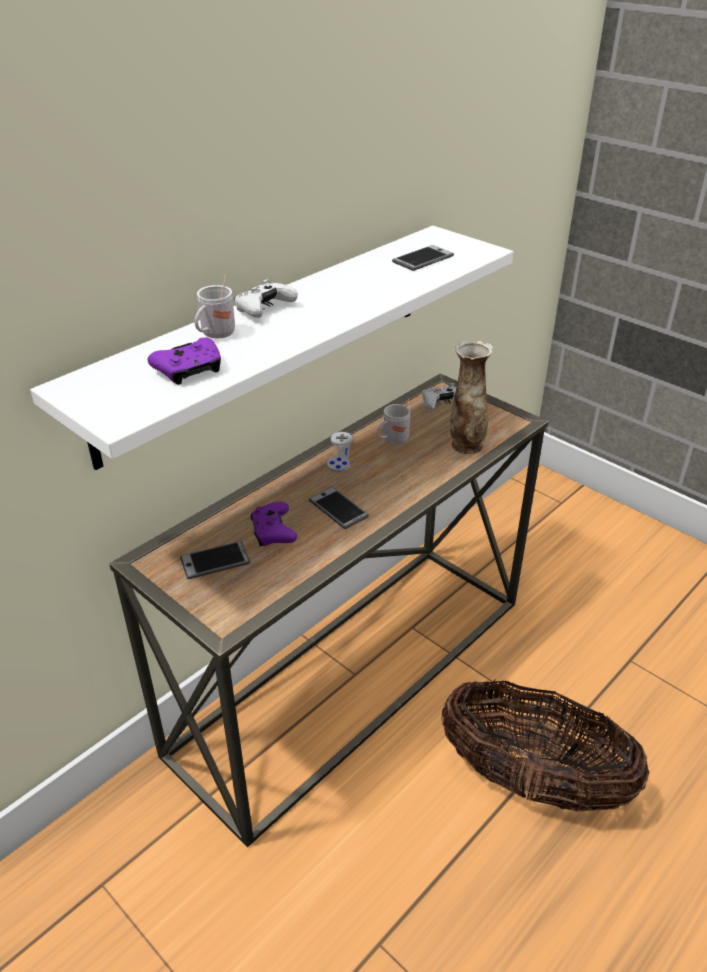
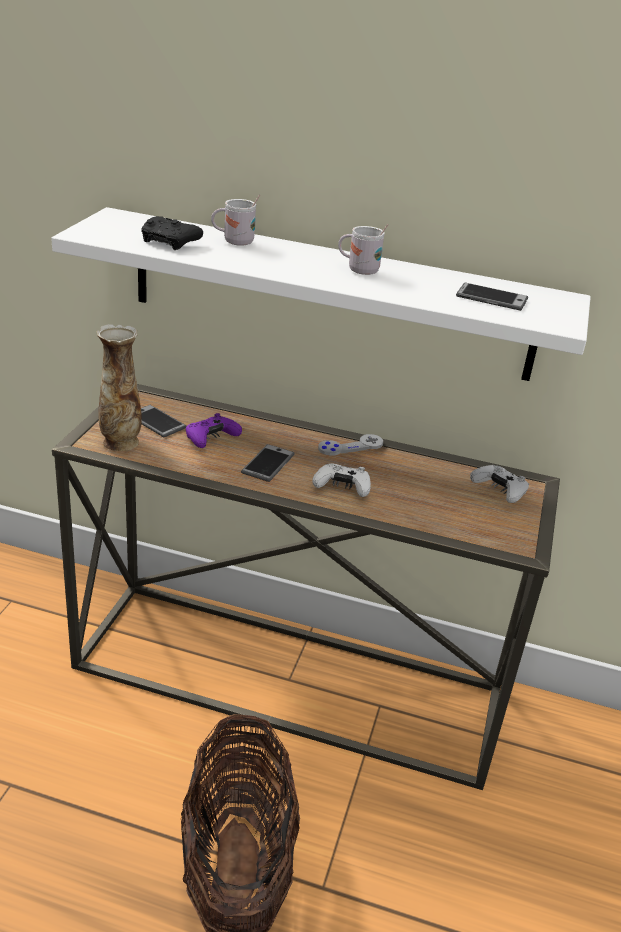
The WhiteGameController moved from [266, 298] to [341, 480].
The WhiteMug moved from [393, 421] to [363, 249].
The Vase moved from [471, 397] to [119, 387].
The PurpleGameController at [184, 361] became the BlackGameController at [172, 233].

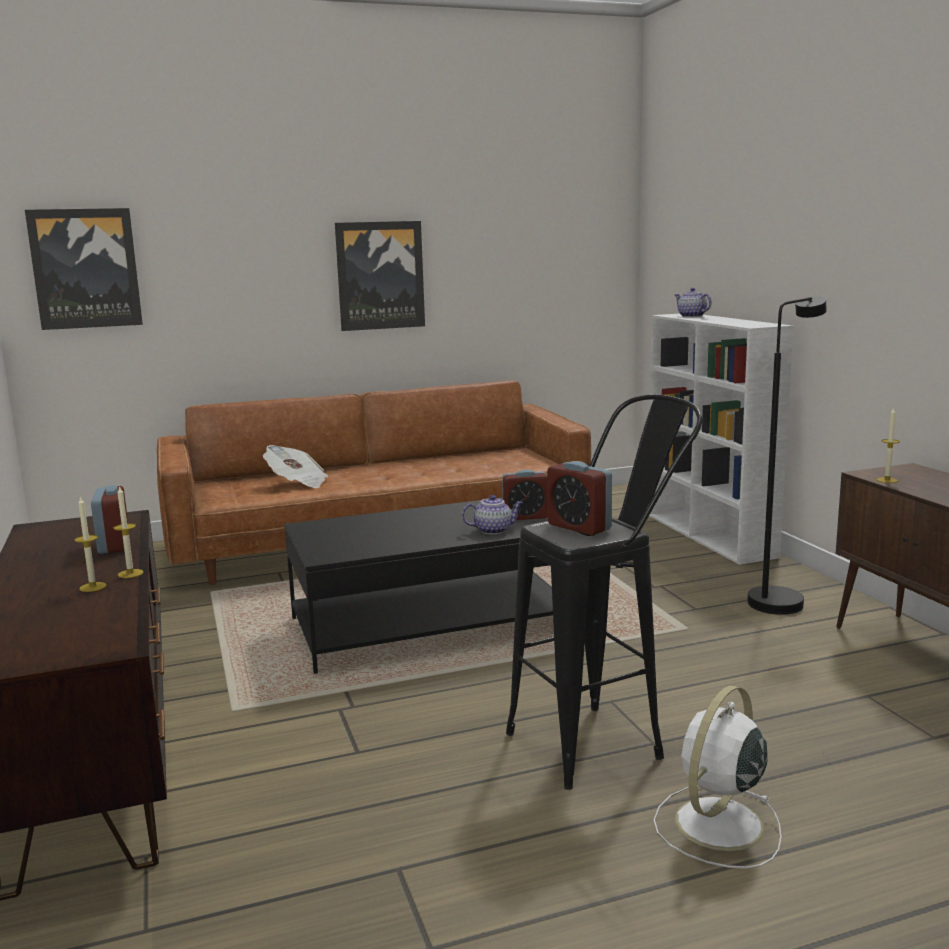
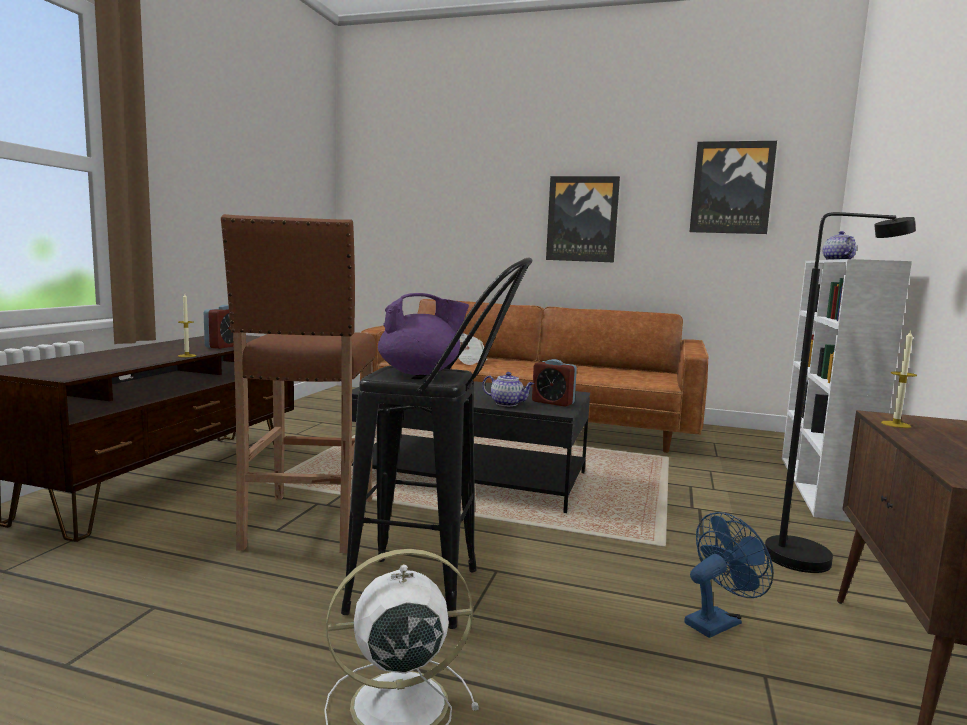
The Candle at [90, 544] disappeared.
The BrownStool at [298, 383] appeared.
The BlueFan at [729, 575] appeared.
The Picture moved from [84, 269] to [733, 187].
The AlarmClock at [579, 498] was replaced by the PurpleTeapot at [423, 334].

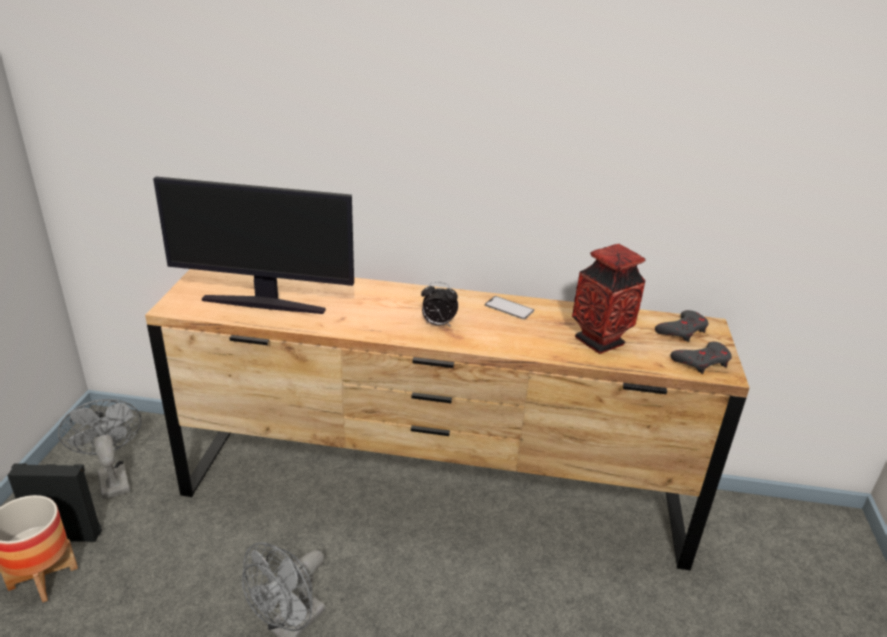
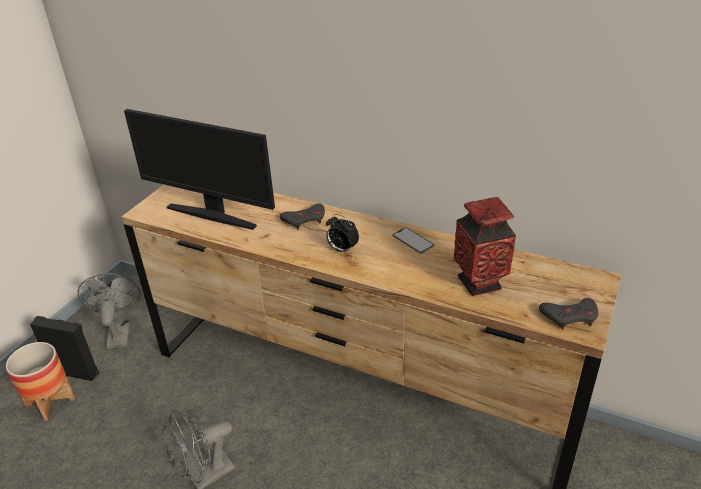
The GreyGameController moved from [682, 326] to [302, 216].

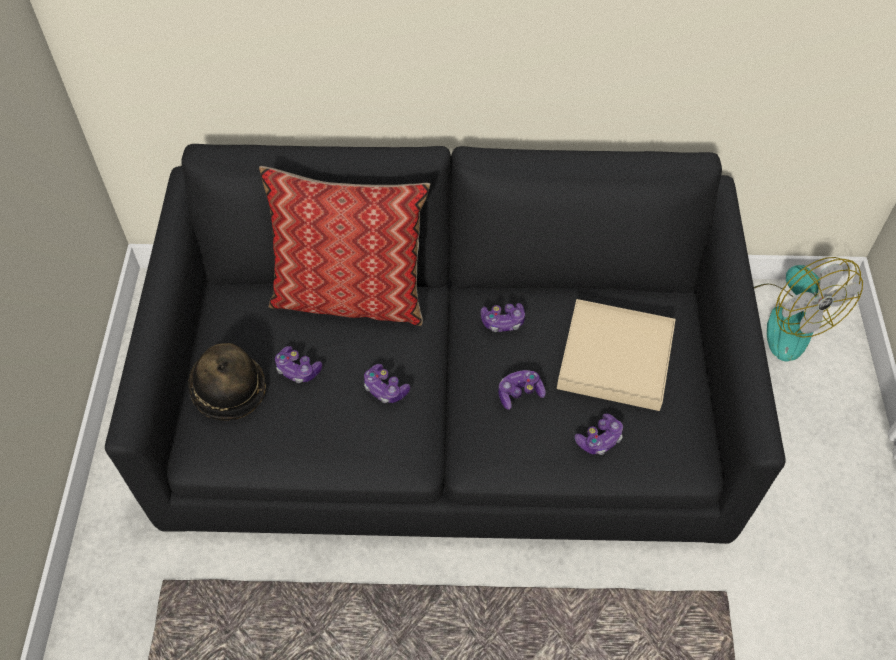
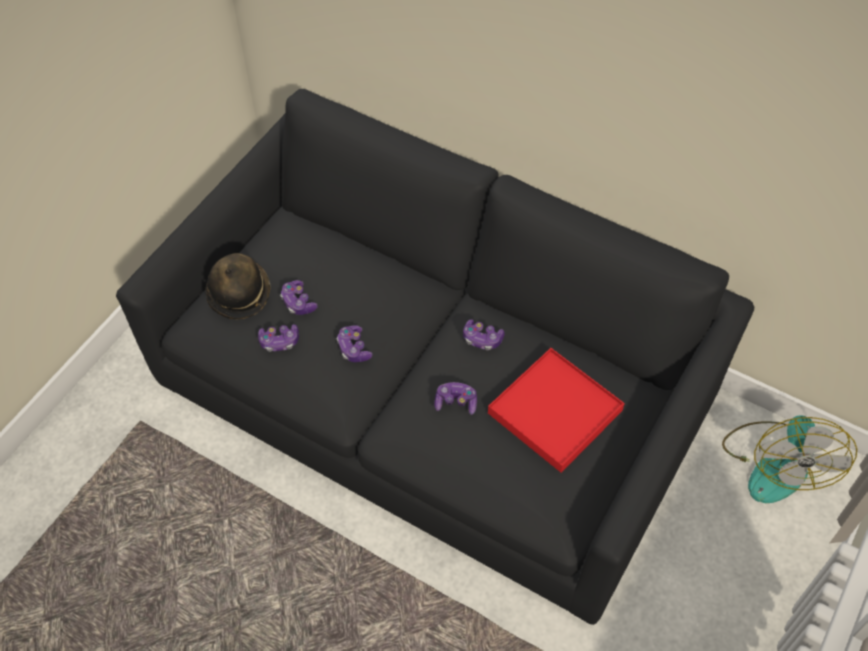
The Pillow at [344, 246] disappeared.
The GameController moved from [599, 434] to [278, 338].
The BeigeTray at [616, 355] became the RedTray at [556, 410].

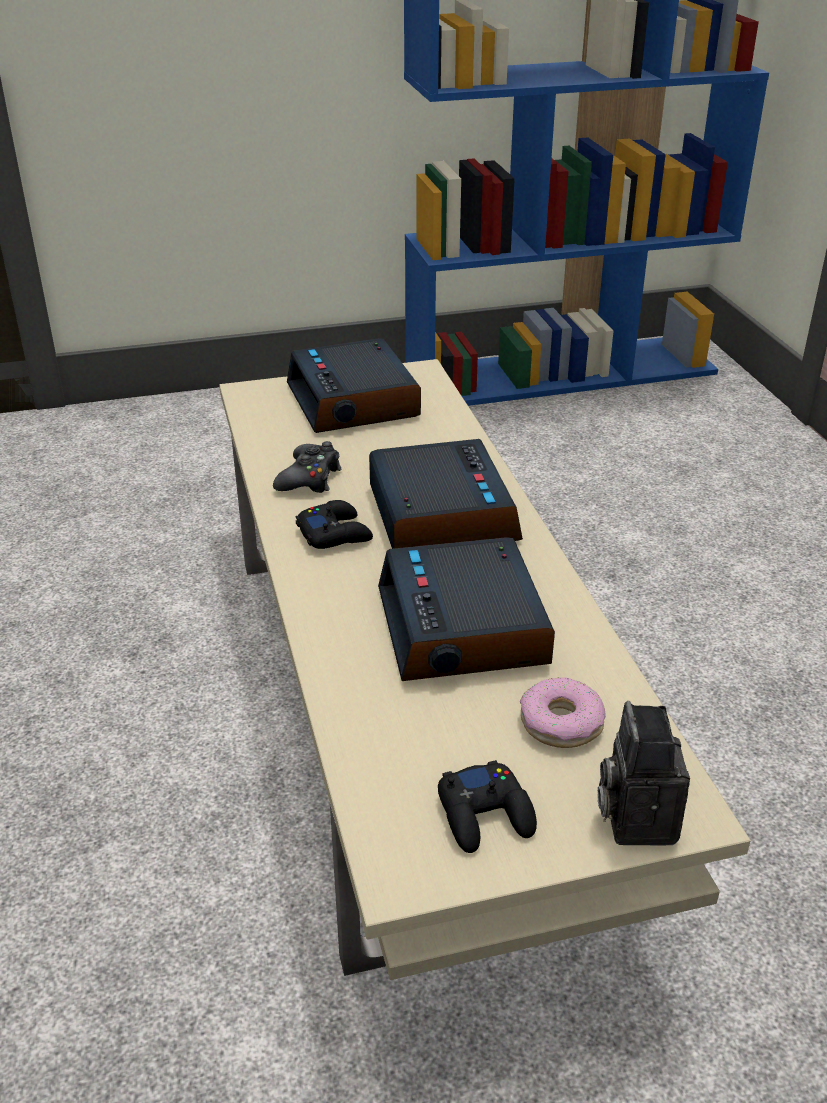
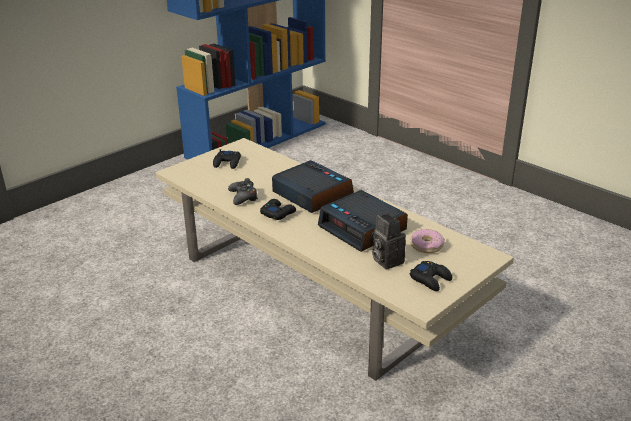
The PhotoCamera moved from [643, 773] to [389, 242].
The AlarmClock at [354, 385] was replaced by the BlackGameController at [227, 159].

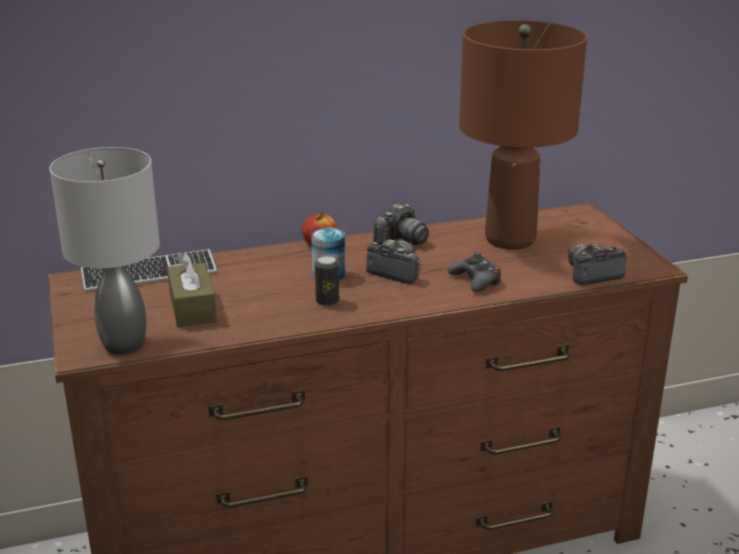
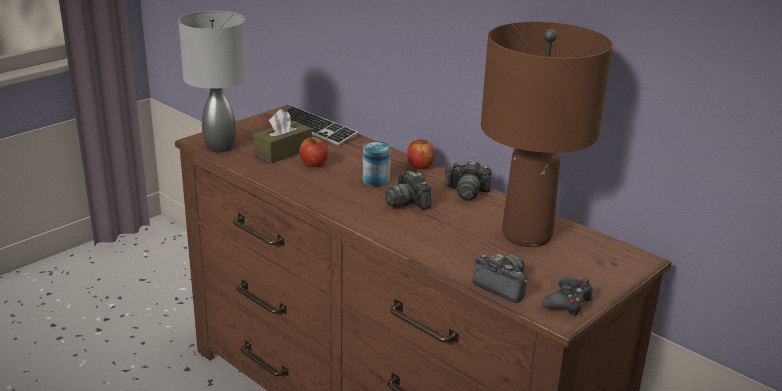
The Can at [327, 281] disappeared.
The Apple at [314, 152] appeared.
The BlackGameController moved from [474, 272] to [567, 296].
The PhotoCamera at [393, 261] turned 150 degrees clockwise.

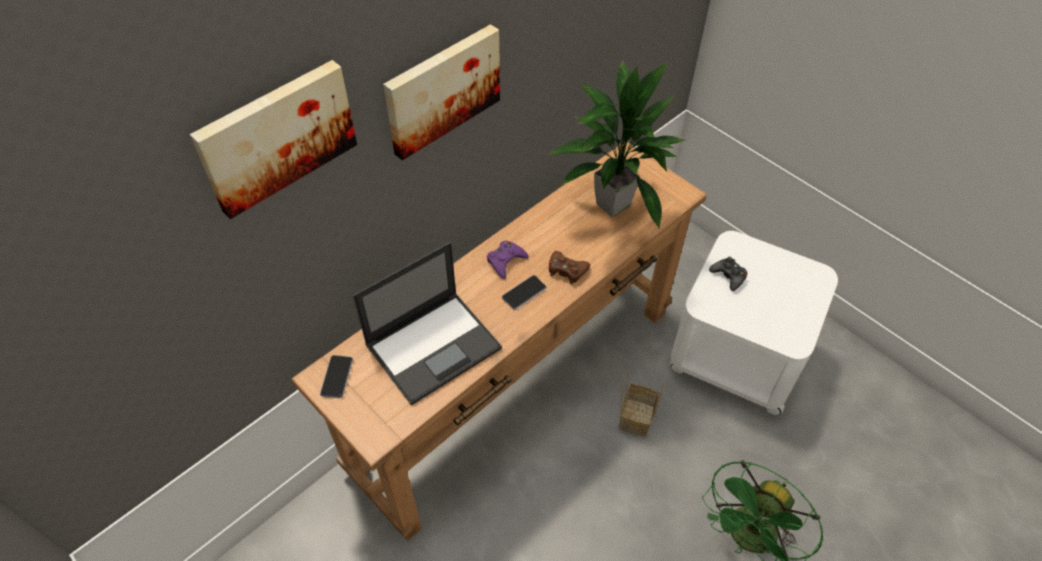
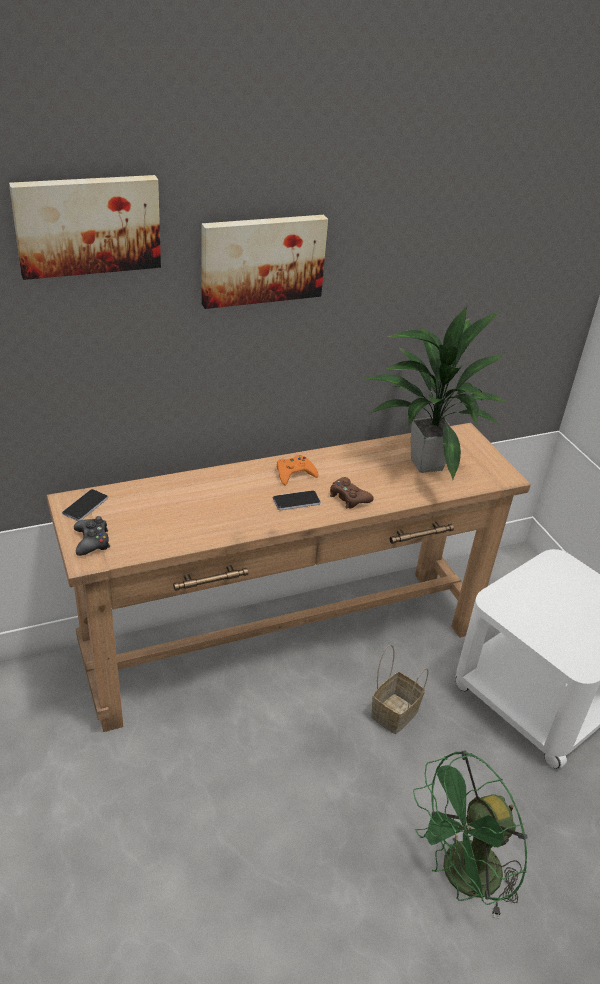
The Laptop at [427, 323] disappeared.
The BlackGameController moved from [728, 274] to [92, 536].
The PurpleGameController at [508, 260] became the OrangeGameController at [298, 470].

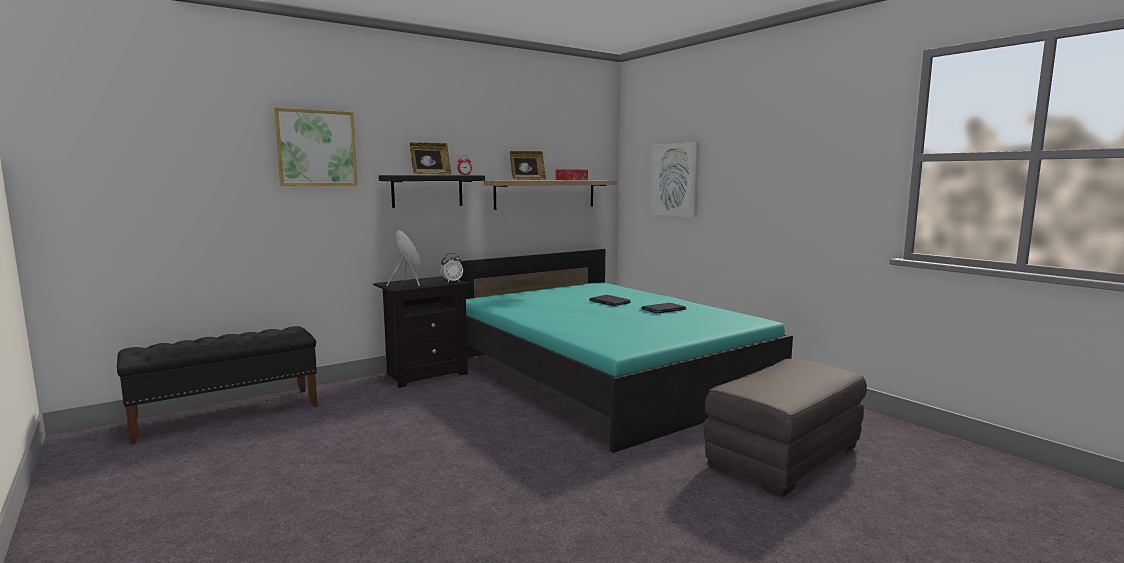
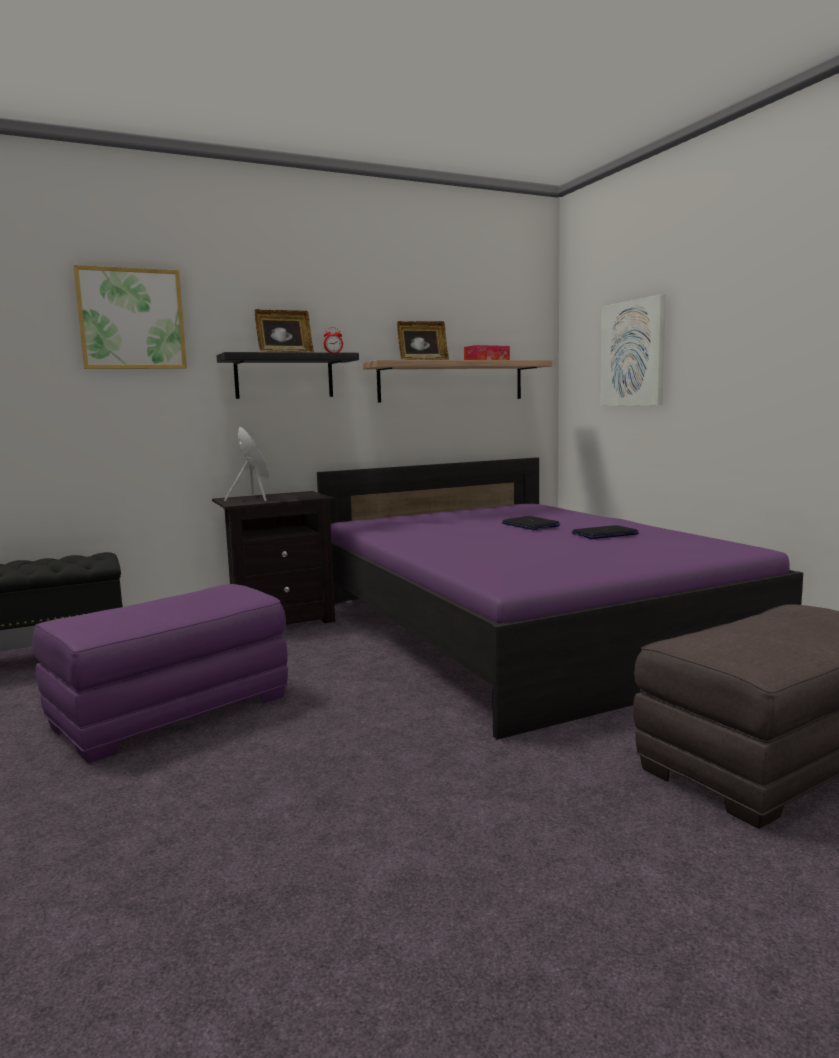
The AlarmClock at [452, 267] disappeared.
The PurpleOttoman at [160, 673] appeared.
The TurquoiseBed at [626, 351] became the PurpleBed at [560, 598].

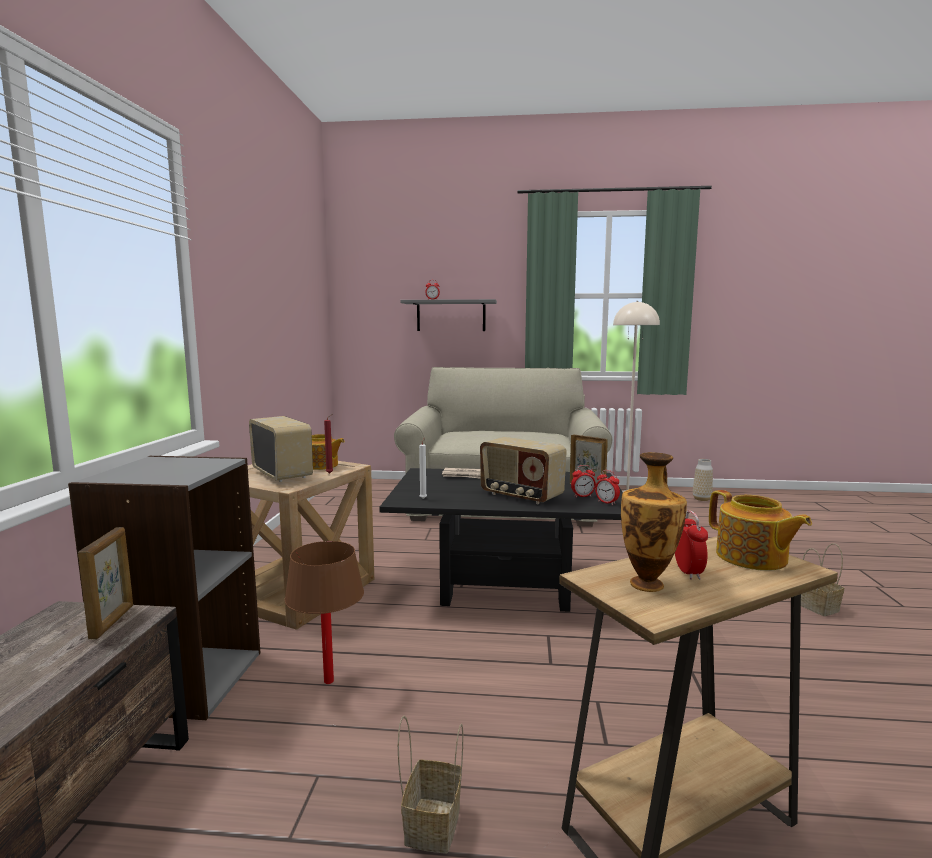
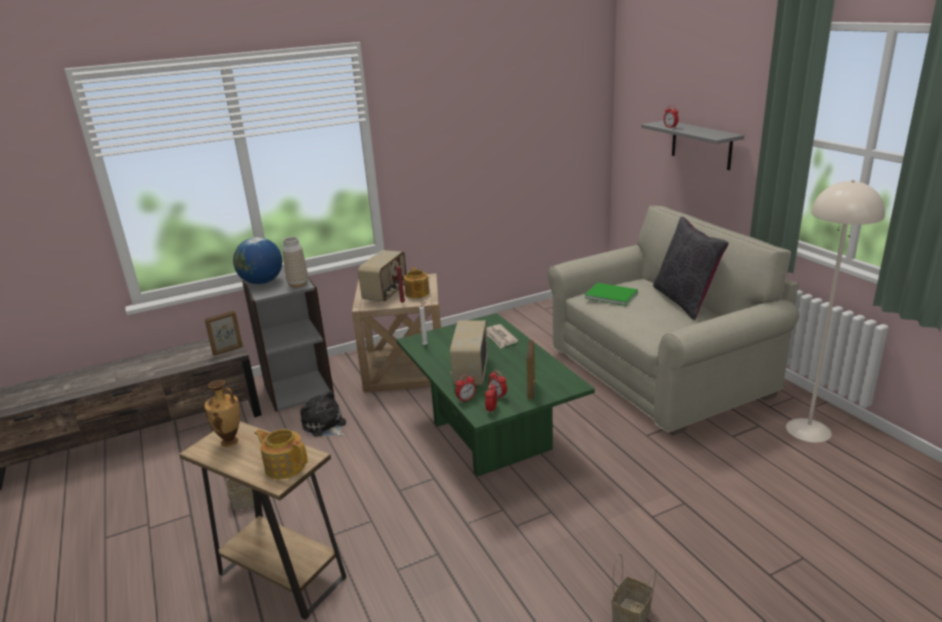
The Globe at [257, 260] appeared.
The GreenBook at [611, 294] appeared.
The BlackPillow at [691, 268] appeared.
The AlarmClock moved from [691, 545] to [465, 388].
The Vase moved from [703, 480] to [295, 262].
The BrownTableLamp at [324, 612] was replaced by the PlushToy at [323, 413].
The BlackCoffeeTable at [501, 540] became the GreenCoffeeTable at [495, 395].
The Teapot at [760, 530] turned 90 degrees clockwise.

